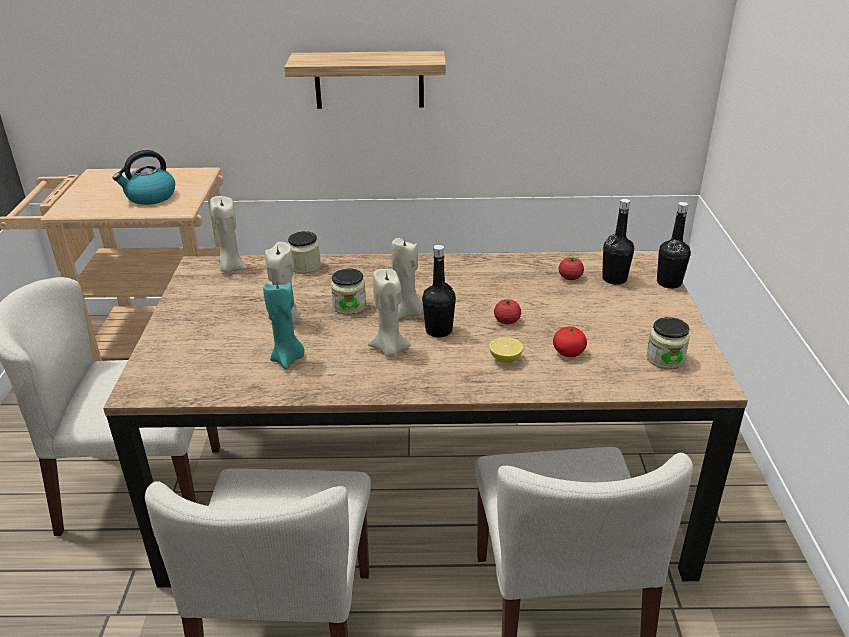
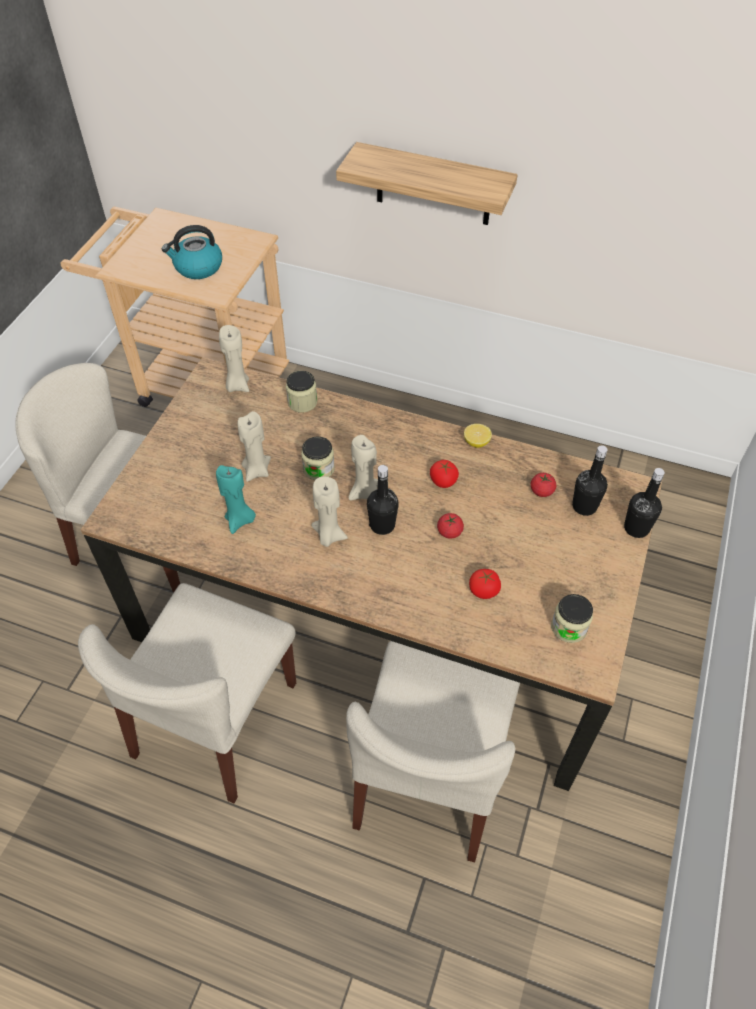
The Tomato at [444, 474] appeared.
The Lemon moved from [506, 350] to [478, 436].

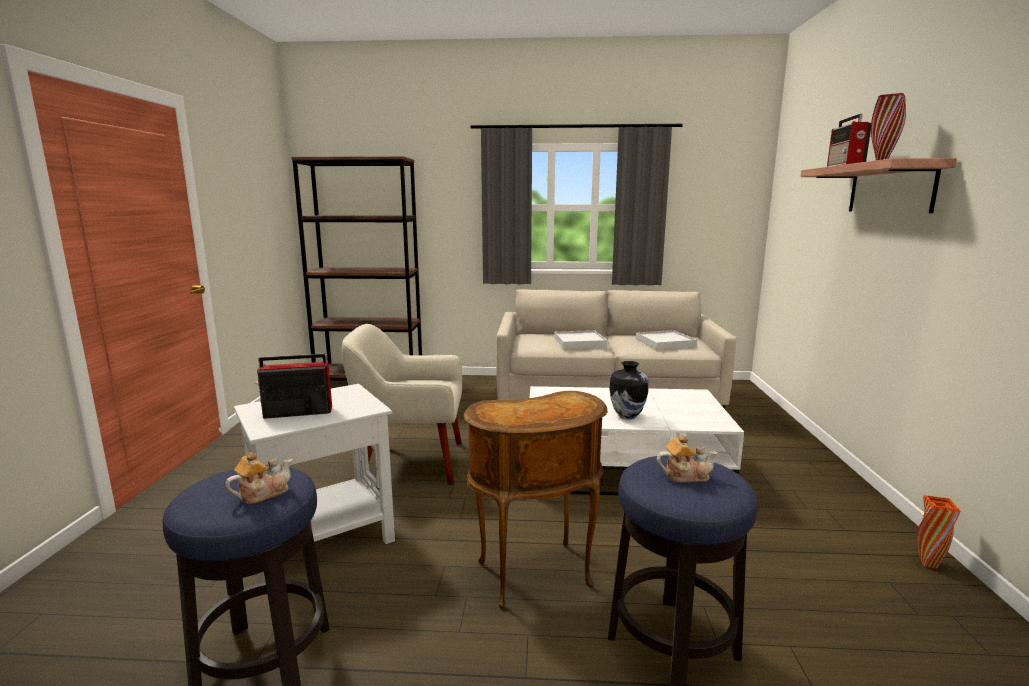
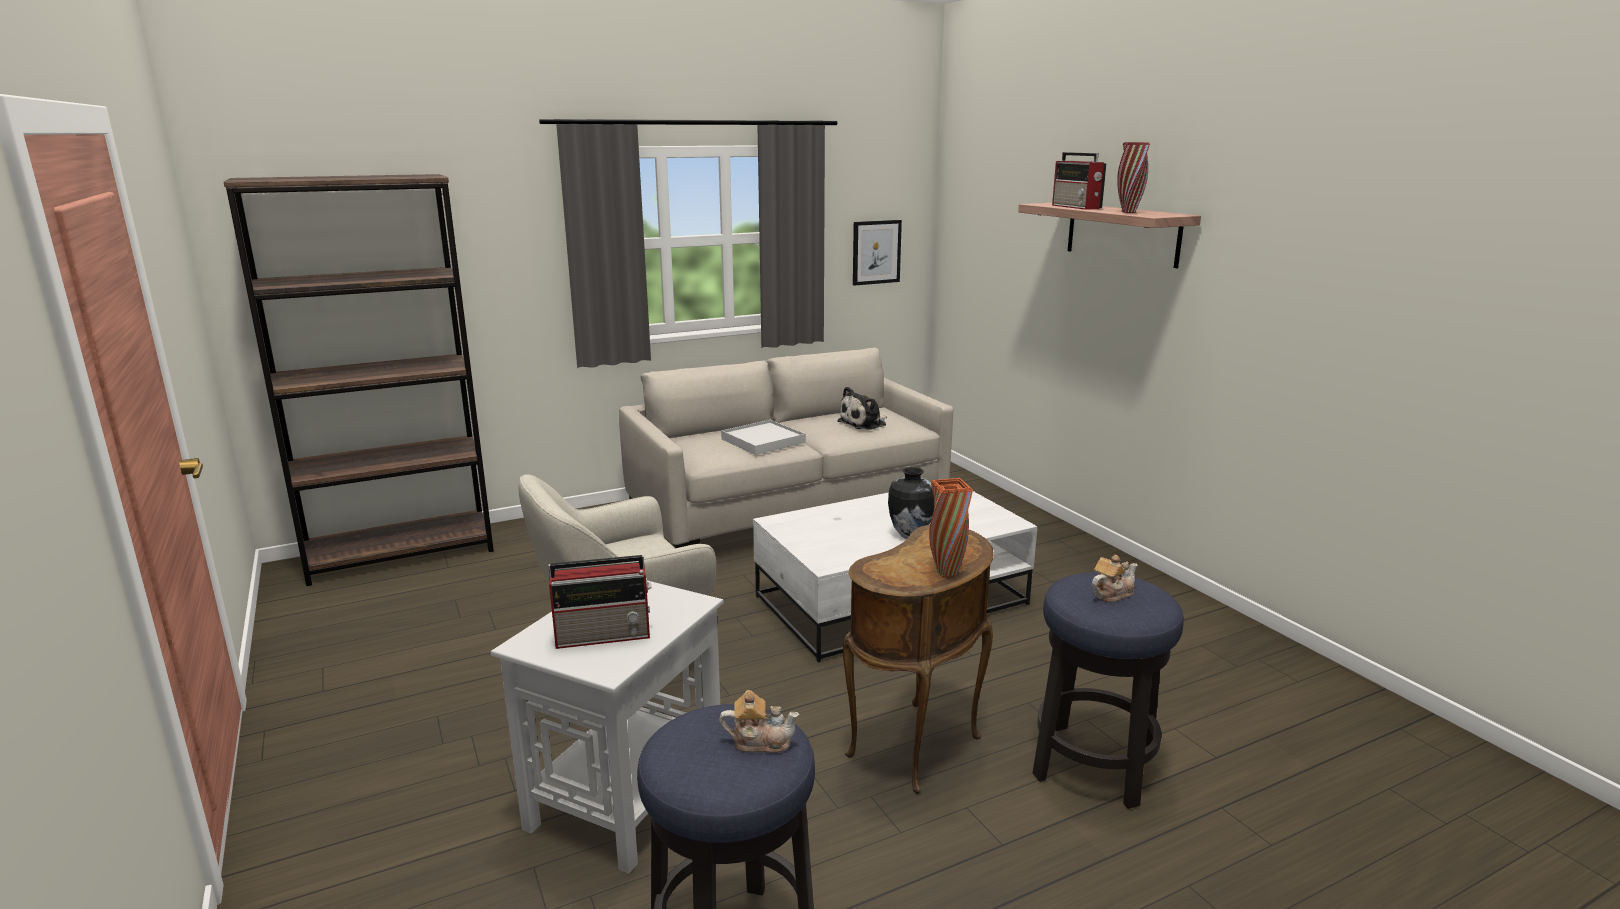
The Picture at [877, 253] appeared.
The OrangeVase moved from [939, 532] to [951, 528].
The WhiteTray at [666, 339] was replaced by the PlushToy at [862, 408].
The Teapot at [258, 478] turned 75 degrees clockwise.
The Radio at [294, 386] turned 150 degrees counterclockwise.

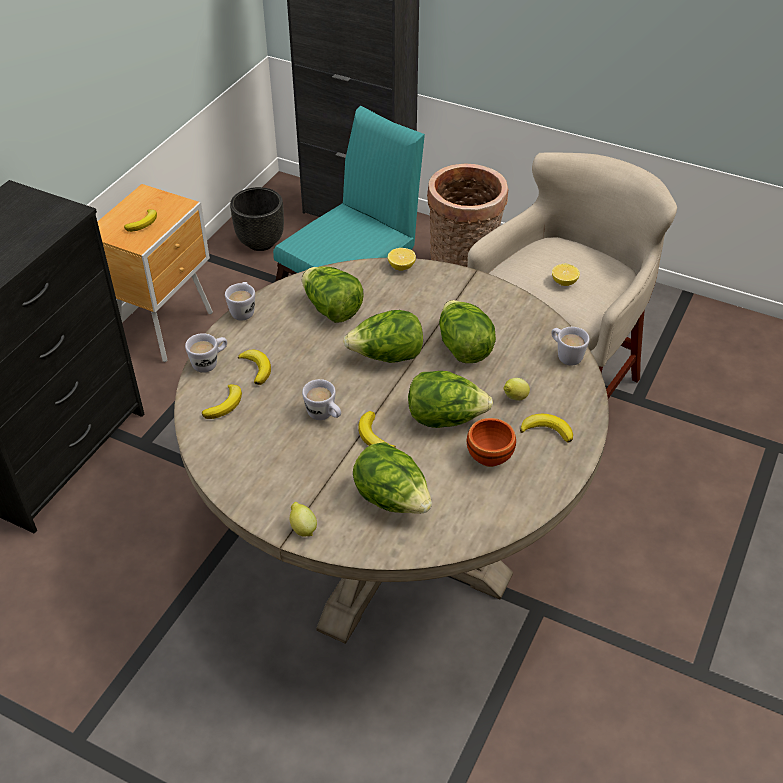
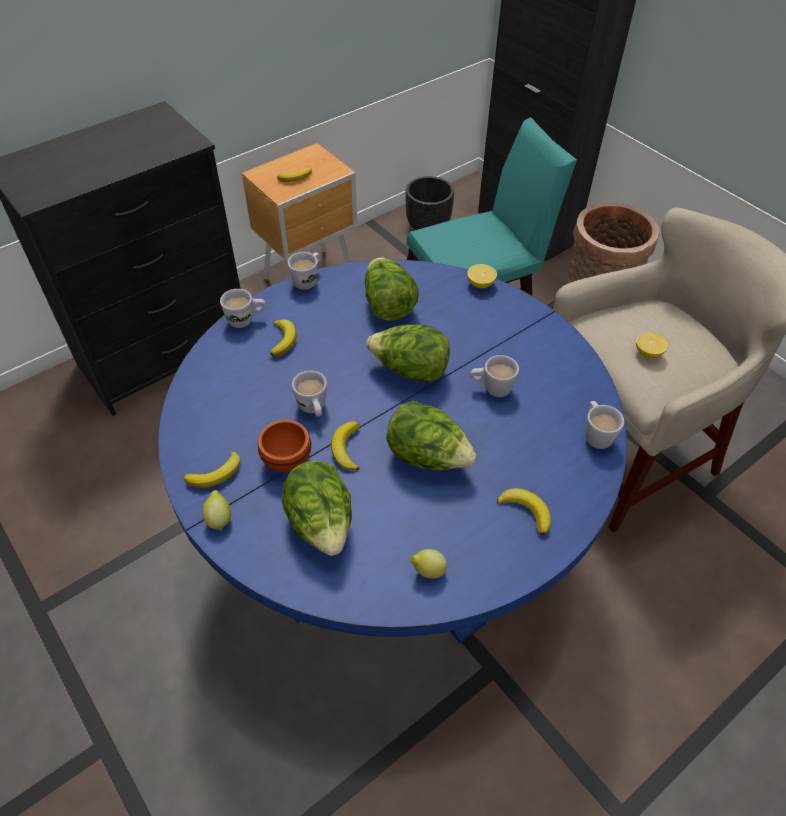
The Banana moved from [222, 401] to [212, 469].
The BrownBowl moved from [491, 442] to [284, 446].
The Lemon moved from [517, 389] to [428, 564].
The Lettuce at [467, 331] was replaced by the WhiteMug at [494, 376].
The BeigeDiningTable at [391, 451] became the BlueDiningTable at [392, 452].

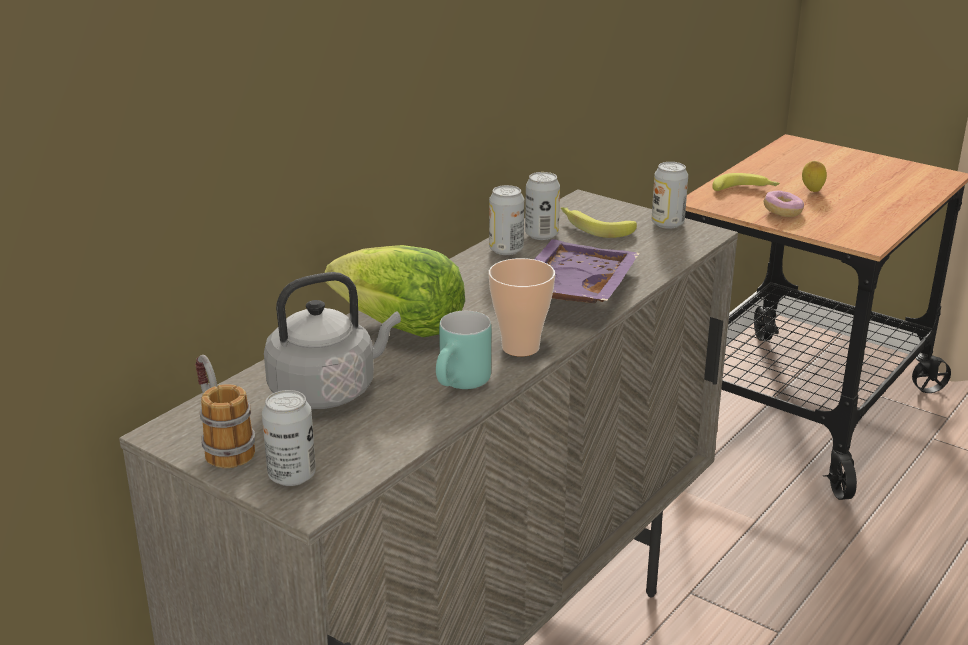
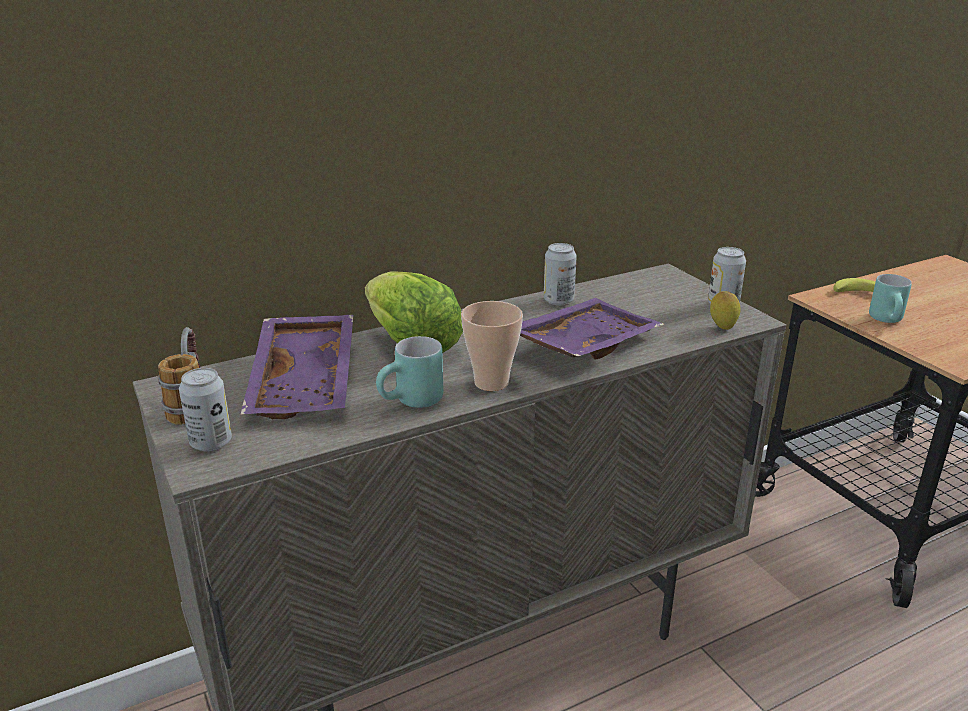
The Can at [542, 206] disappeared.
The Banana at [599, 222] disappeared.
The Lemon moved from [814, 176] to [725, 310].
The GreyKettle at [332, 340] was replaced by the PurpleTray at [297, 367].
The Donut at [783, 203] was replaced by the TurquoiseMug at [890, 298].

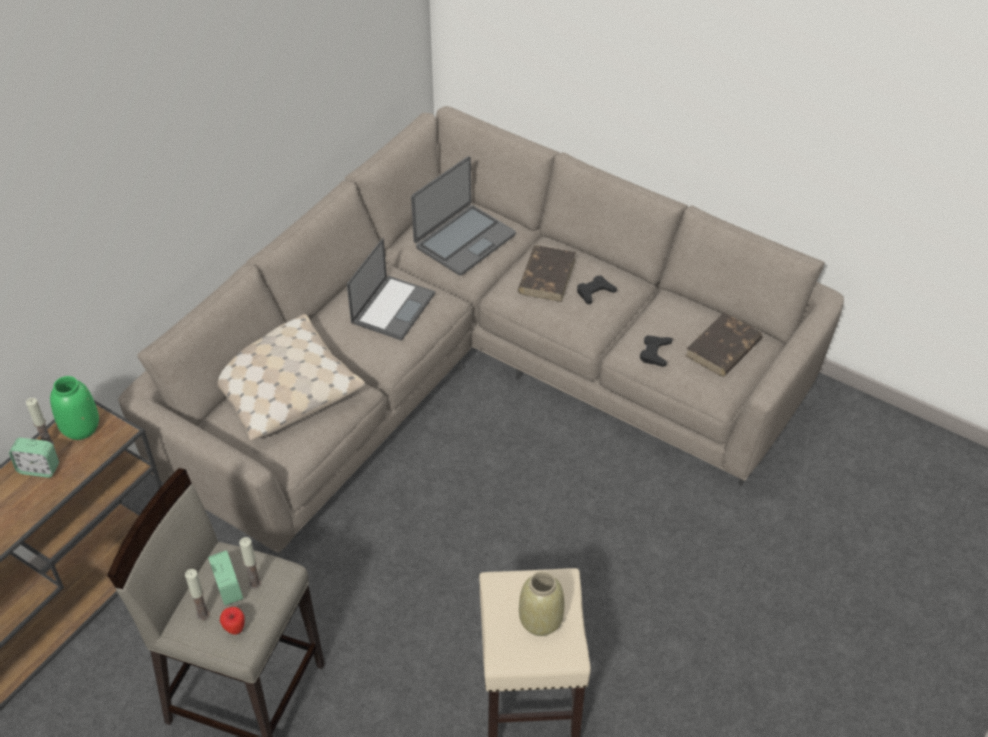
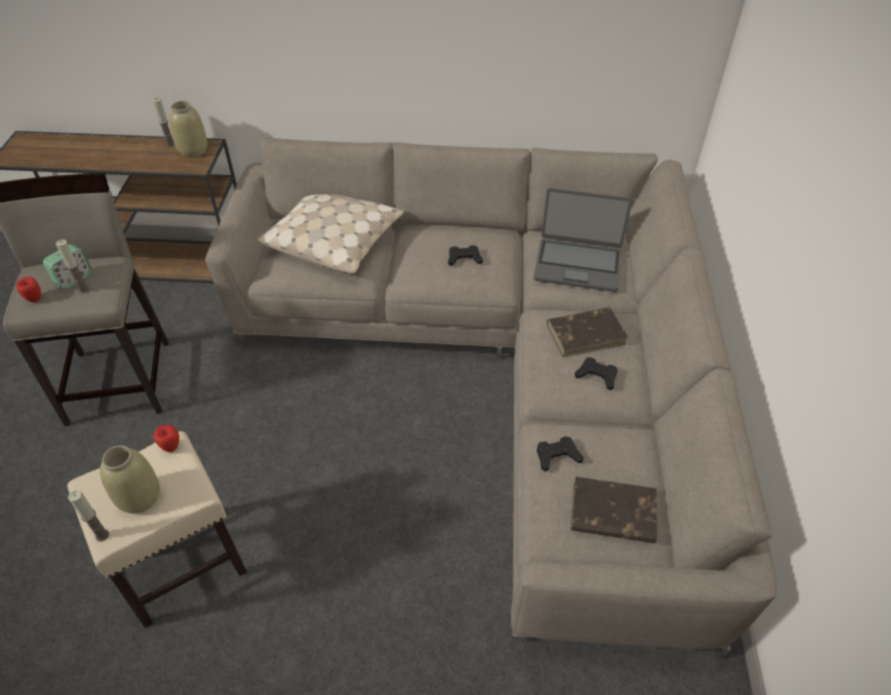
The AlarmClock at [34, 458] disappeared.
The Apple at [166, 438] appeared.
The Candle moved from [197, 594] to [88, 516].
The Laptop at [391, 289] was replaced by the BlackGameController at [465, 255].
The GreenVase at [74, 408] became the BeigeVase at [188, 129].

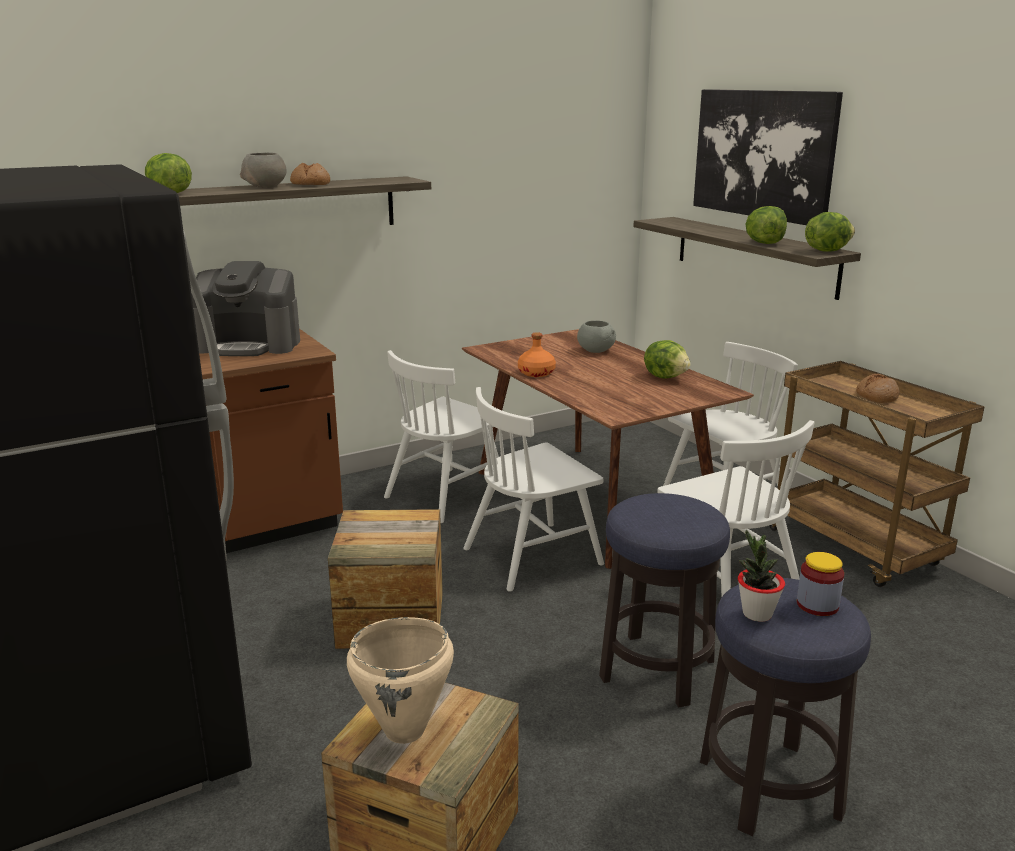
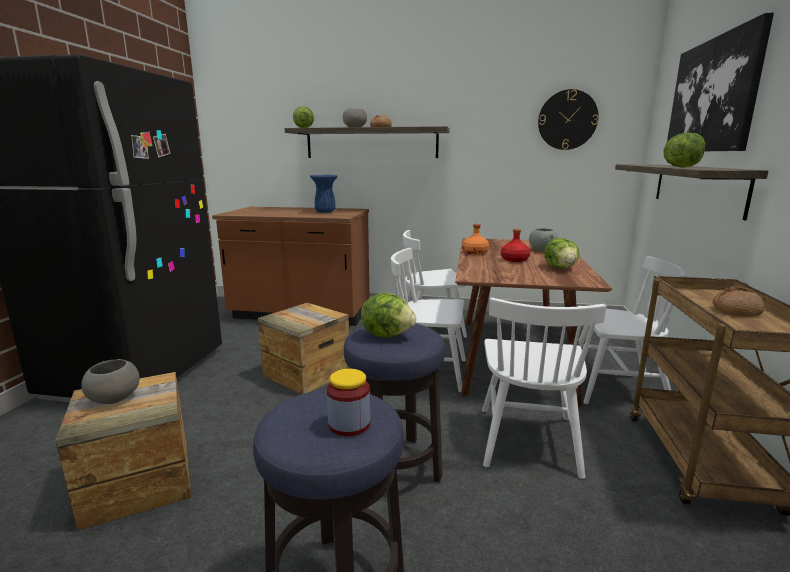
The PottedPlant at [761, 575] disappeared.
The RedBottle at [515, 245] appeared.
The WallClock at [568, 119] appeared.
The Lettuce moved from [830, 232] to [388, 315].
The CoffeeMachine at [245, 308] was replaced by the BlueVase at [324, 194].
The BeigeCookingPot at [400, 680] was replaced by the GreyBowl at [110, 381].

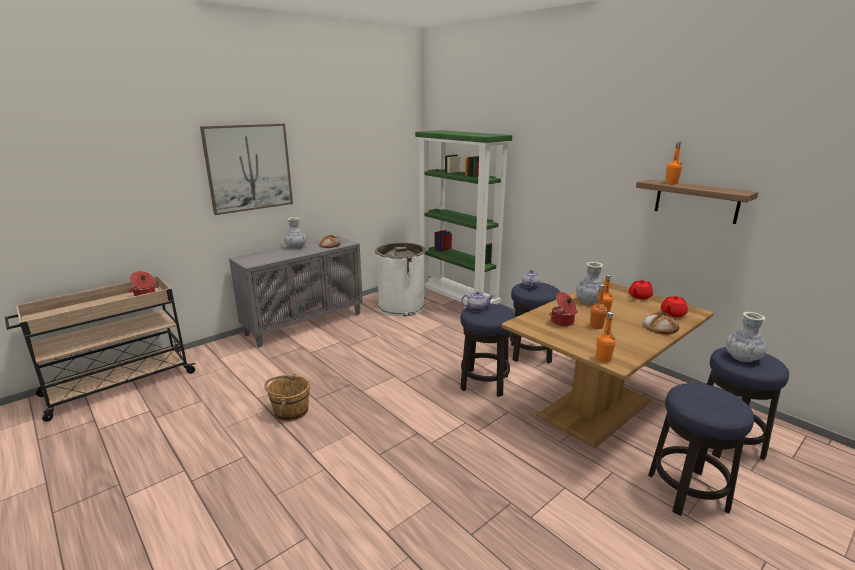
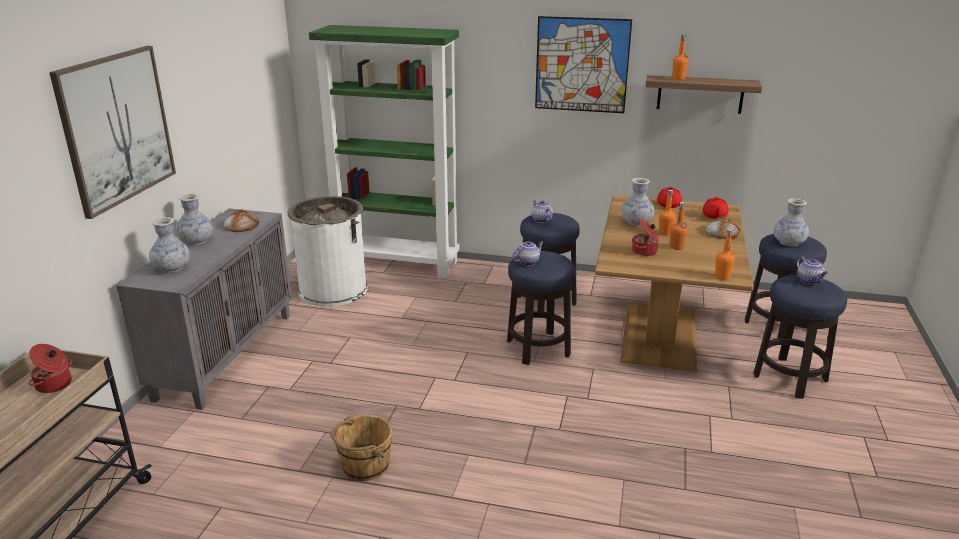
The Vase at [169, 245] appeared.
The Picture at [583, 64] appeared.
The Teapot at [812, 270] appeared.

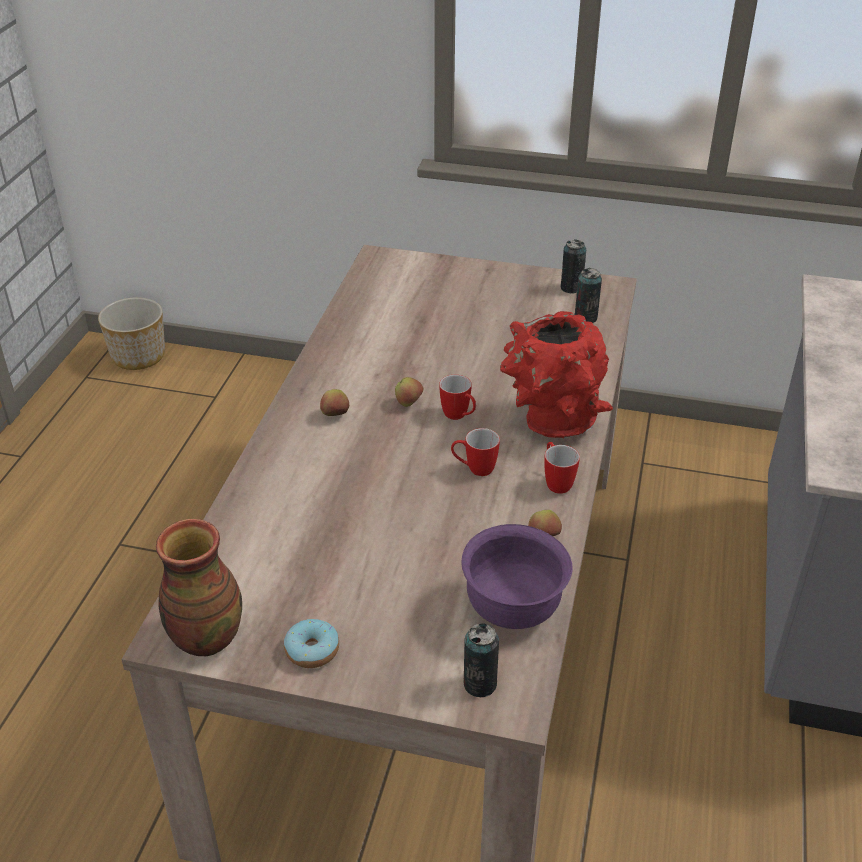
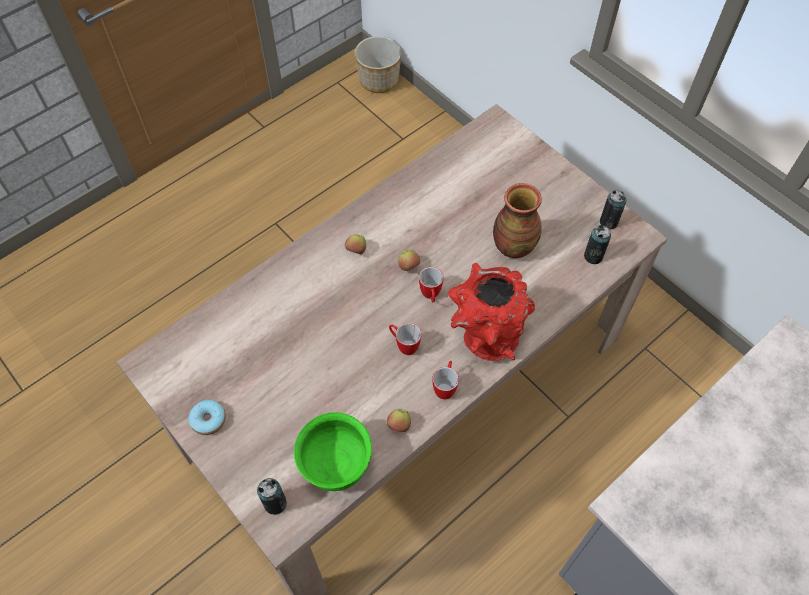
The Vase moved from [199, 587] to [517, 220].
The PurpleBowl at [517, 576] became the GreenBowl at [333, 451].

